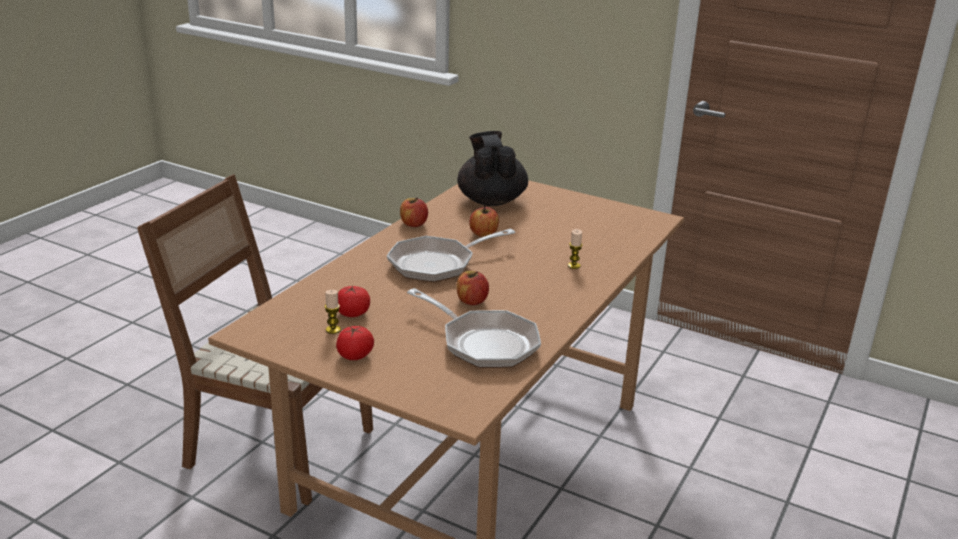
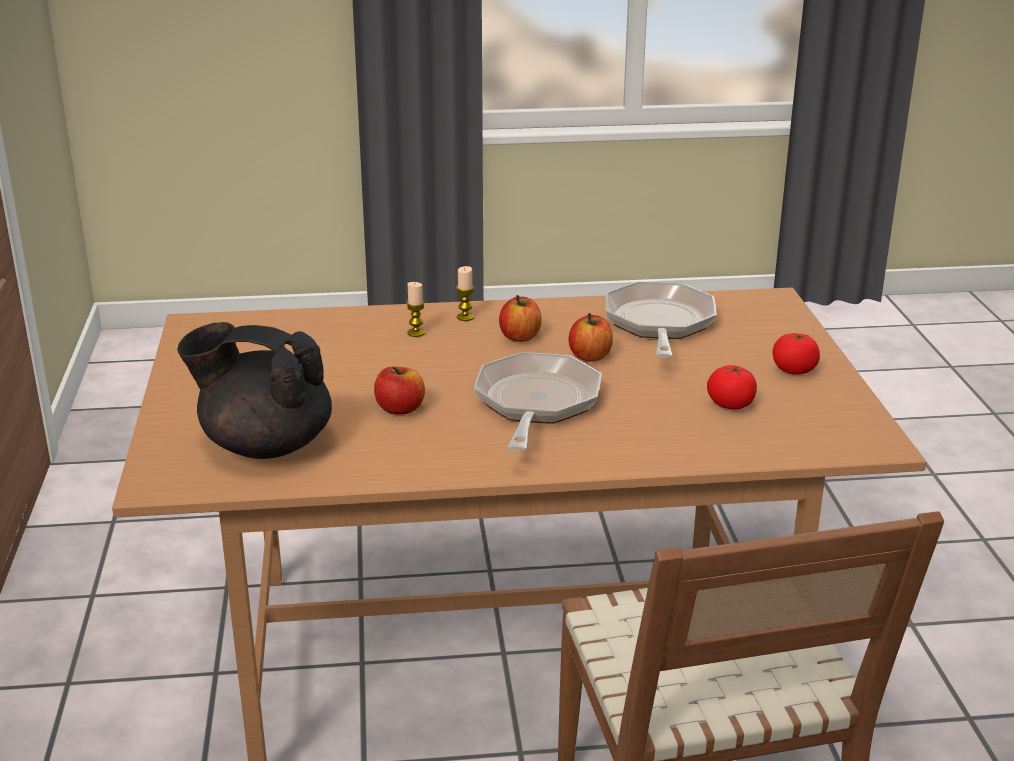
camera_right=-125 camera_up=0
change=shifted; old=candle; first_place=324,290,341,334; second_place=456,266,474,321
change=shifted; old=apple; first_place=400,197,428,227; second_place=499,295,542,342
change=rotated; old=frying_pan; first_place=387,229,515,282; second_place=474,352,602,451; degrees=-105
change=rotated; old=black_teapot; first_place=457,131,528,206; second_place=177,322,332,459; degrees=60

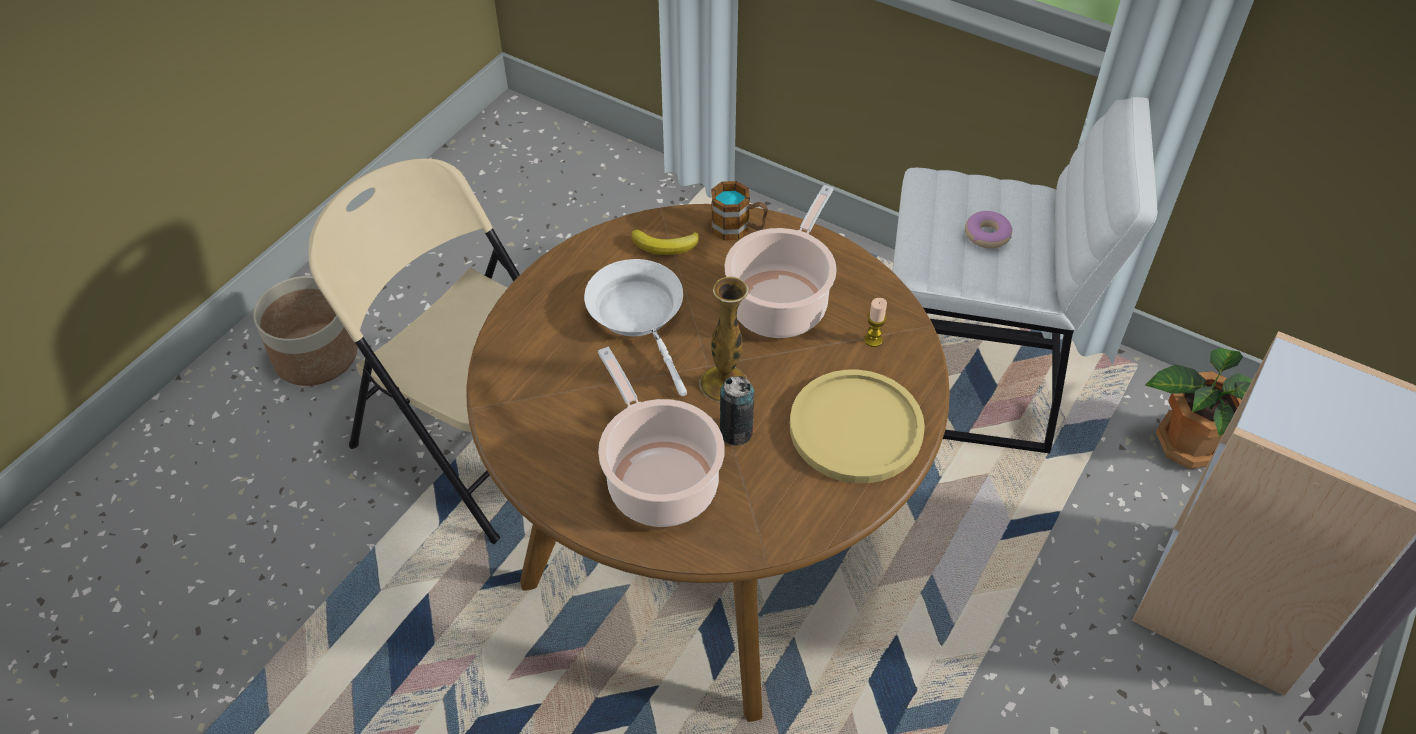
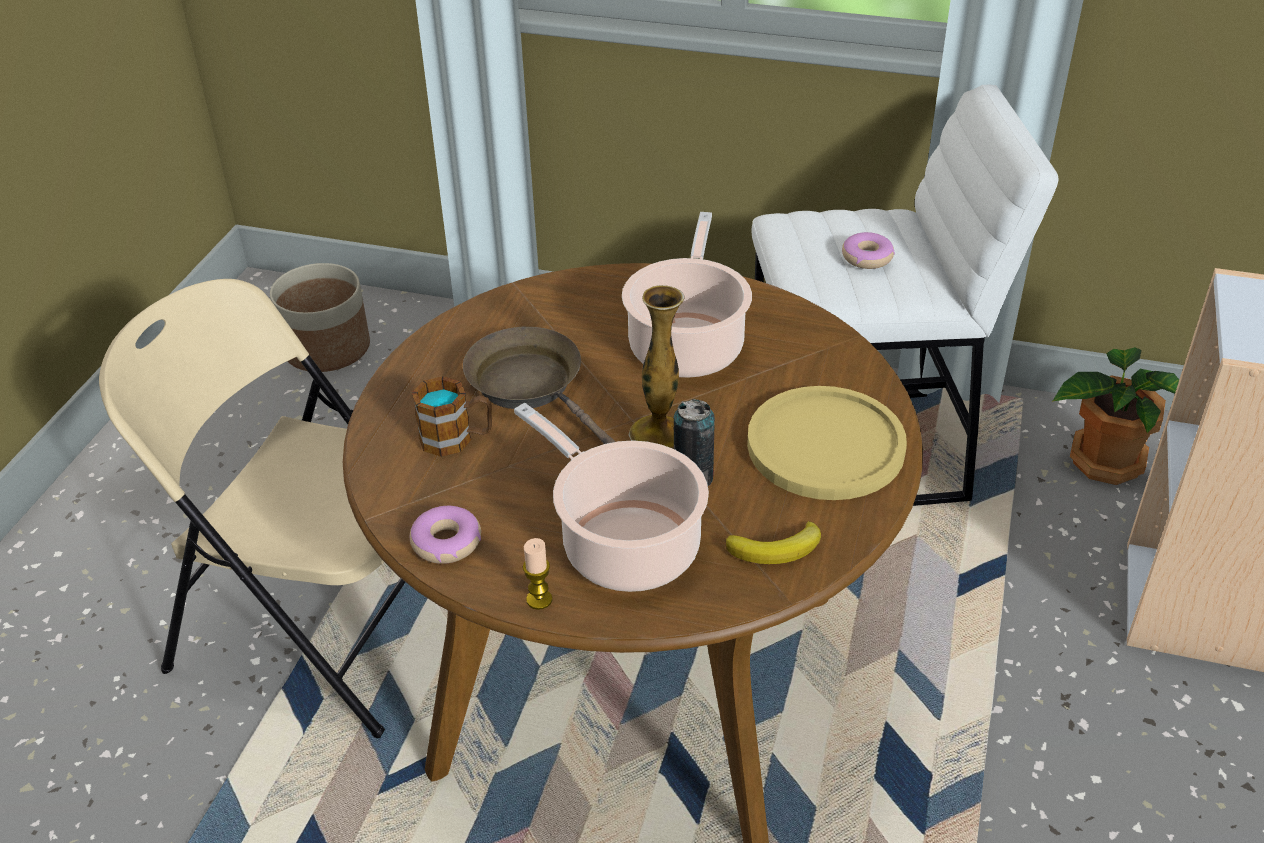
camera_right=-15 camera_up=-10
change=new; new=donut; second_place=410,506,481,564
change=shifted; old=planter; first_place=253,276,357,386; second_place=270,263,370,372
change=shifted; old=banana; first_place=631,230,699,255; second_place=726,521,821,564
change=shifted; old=mug; first_place=711,181,768,240; second_place=412,376,492,457
change=shifted; old=candle; first_place=864,298,887,347; second_place=523,538,552,610
change=repainted; old=white_frying_pan; new=brown_frying_pan; first_place=584,259,687,396; second_place=463,327,615,444

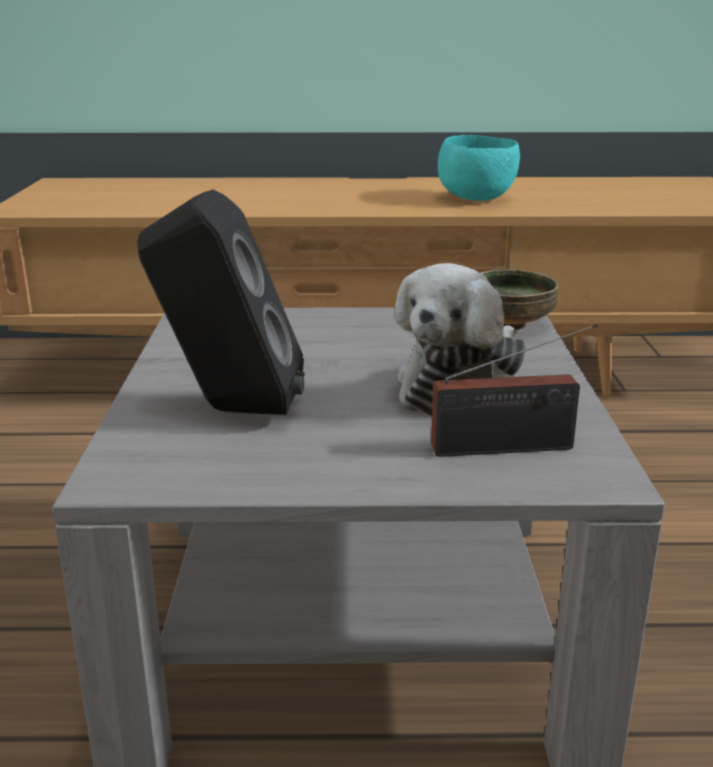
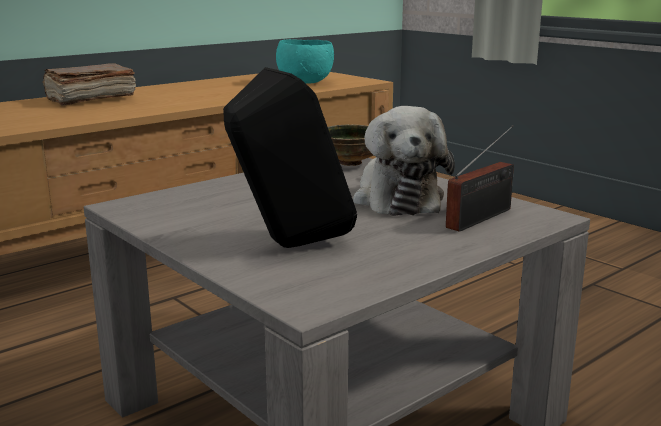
camera_right=-40 camera_up=-5
change=new; new=brown_book; second_place=42,63,136,106
change=shifted; old=turquoise_bowl; first_place=438,135,520,201; second_place=276,39,334,84

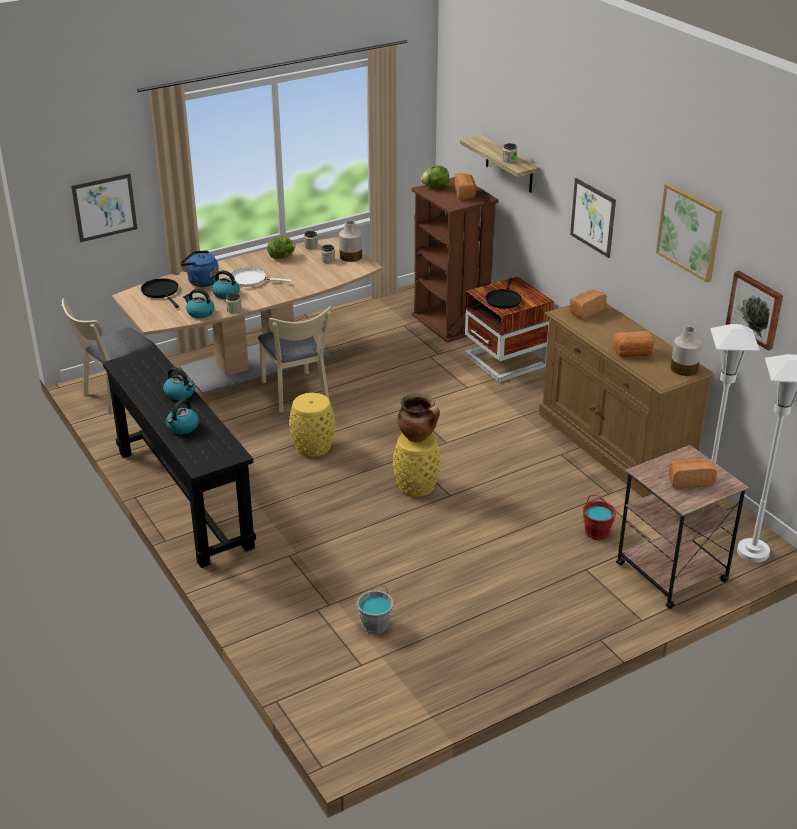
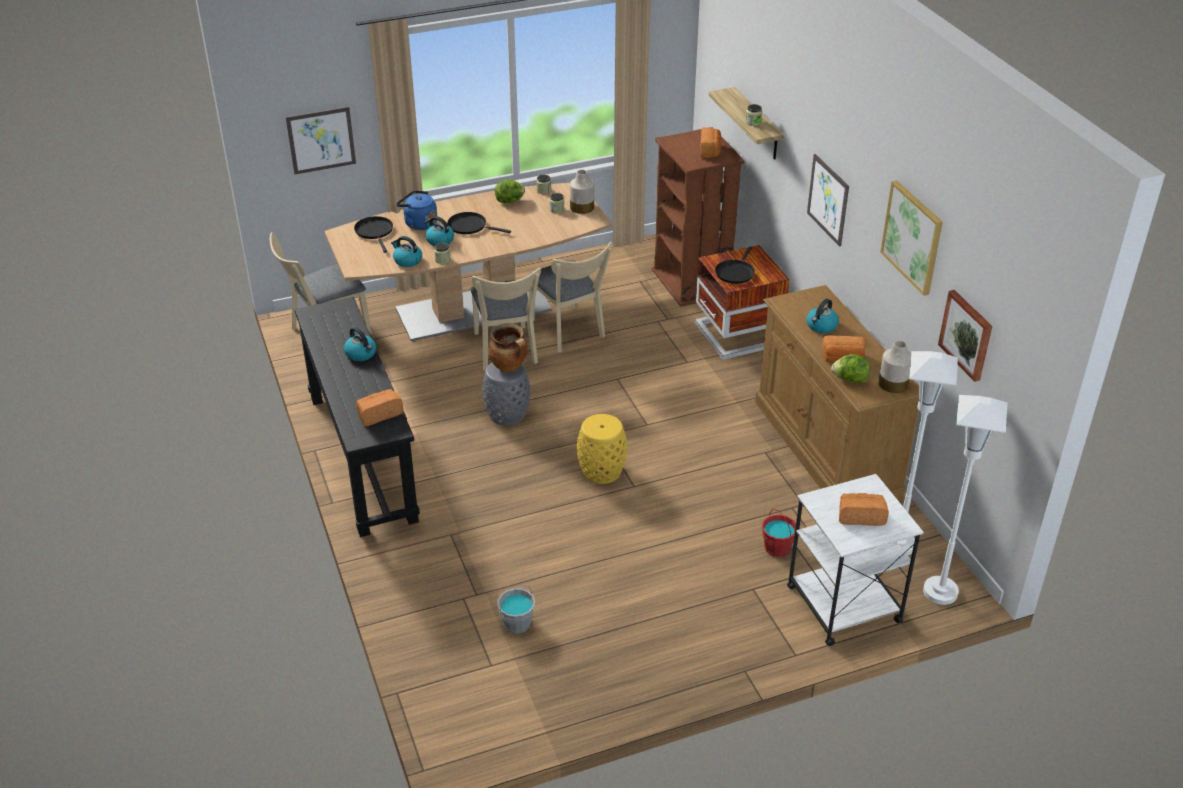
camera_right=10 camera_up=5
change=new; new=beige_chair; second_place=527,241,612,352
change=shifted; old=kettle; first_place=166,399,199,434; second_place=806,299,839,333
change=shifted; old=cooking_pot; first_place=397,393,440,442; second_place=488,323,528,372
change=shifted; old=lettuce; first_place=421,166,449,188; second_place=831,354,870,383
change=shifted; old=bread; first_place=569,290,607,319; second_place=356,389,403,426
change=repainted; old=white_frying_pan; new=black_frying_pan; first_place=229,268,292,287; second_place=447,212,511,234
change=repainted; old=yellow_stool; new=grey_stool; first_place=289,393,335,457; second_place=482,363,530,426
change=repainted; old=brown_cart; new=white_cart; first_place=616,445,748,609; second_place=787,474,923,646

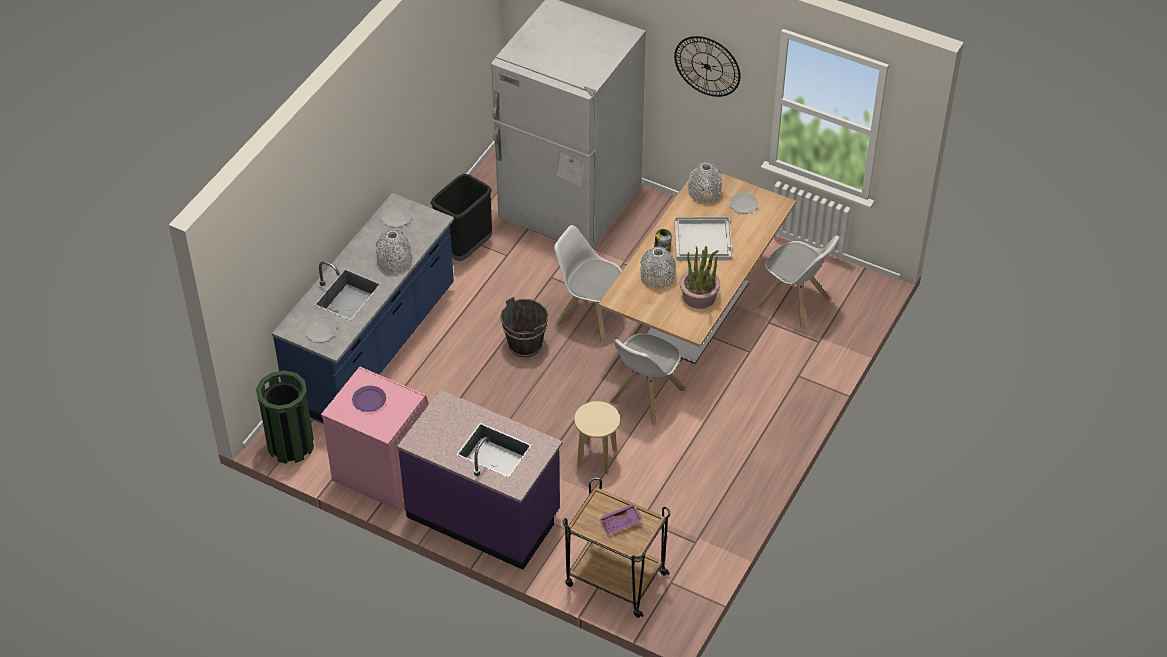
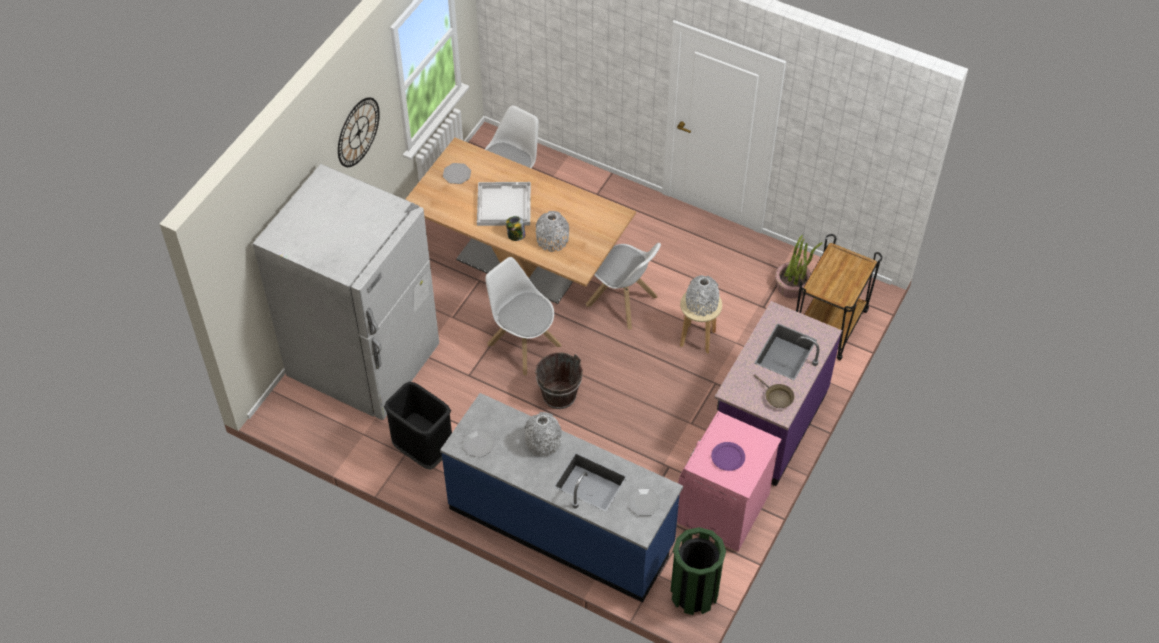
camera_right=-90 camera_up=5
change=gone; old=purple_tray; first_place=599,503,643,535
change=new; new=brown_frying_pan; second_place=754,374,794,408
change=shifted; old=potted_plant; first_place=680,246,720,309; second_place=775,235,823,298
change=shifted; old=grey_vase; first_place=688,162,722,204; second_place=686,275,719,316
change=rotated; old=chair; first_place=554,225,622,345; second_place=485,257,561,375; degrees=105

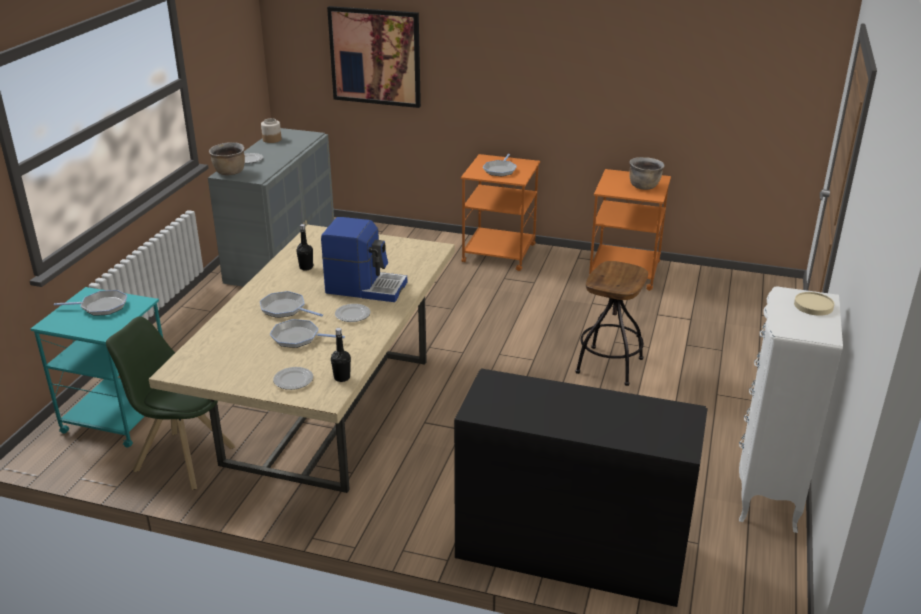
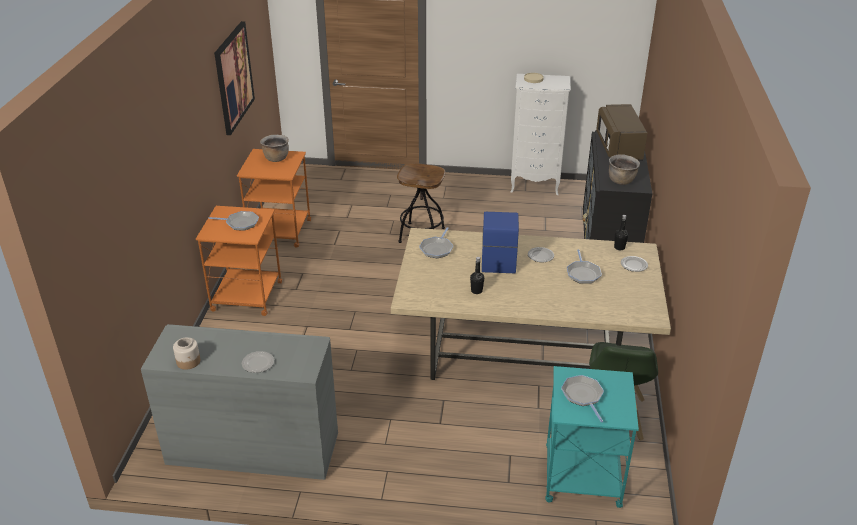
camera_right=-100 camera_up=5
change=new; new=brown_microwave; second_place=596,104,647,161
change=shifted; old=brown_cooking_pot; first_place=209,142,245,175; second_place=609,154,640,185
change=shifted; old=frying_pan; first_place=260,291,323,318; second_place=419,227,454,258
change=shifted; old=picture; first_place=327,6,421,108; second_place=214,21,255,135

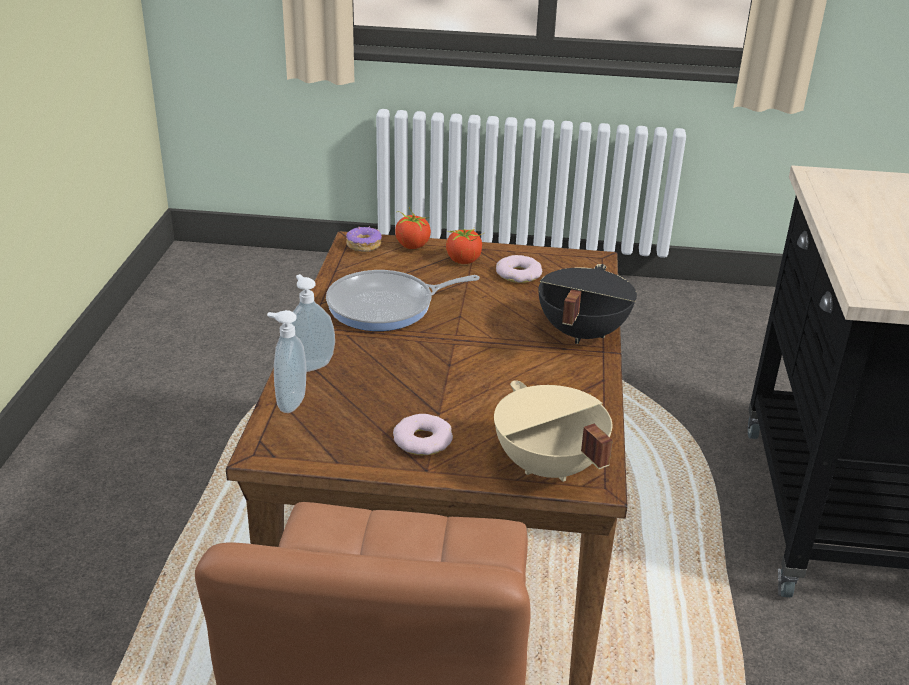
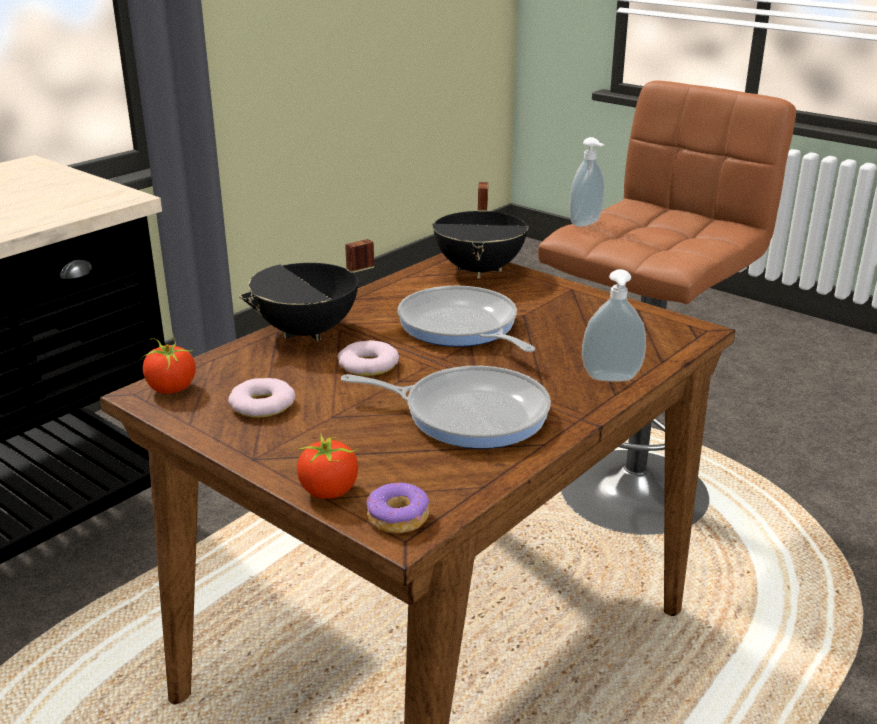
camera_right=-145 camera_up=-5
change=new; new=frying_pan; second_place=397,286,535,352
change=shifted; old=soap_dispenser; first_place=267,310,306,413; second_place=569,137,605,227
change=shifted; old=donut; first_place=393,414,453,455; second_place=338,340,399,376
change=shifted; old=tomato; first_place=446,228,485,264; second_place=142,333,196,394
change=repainted; old=beige_cooking_pot; new=black_cooking_pot; first_place=494,381,613,482; second_place=432,182,529,278

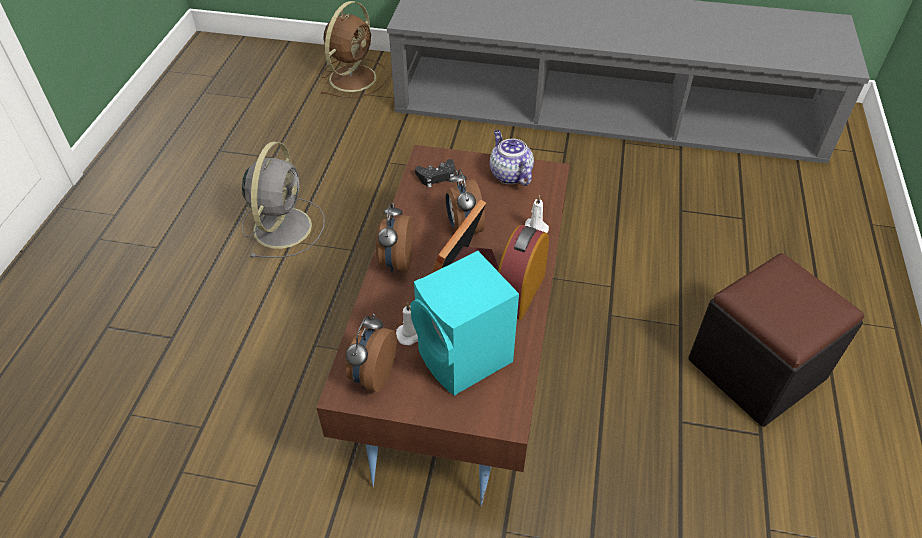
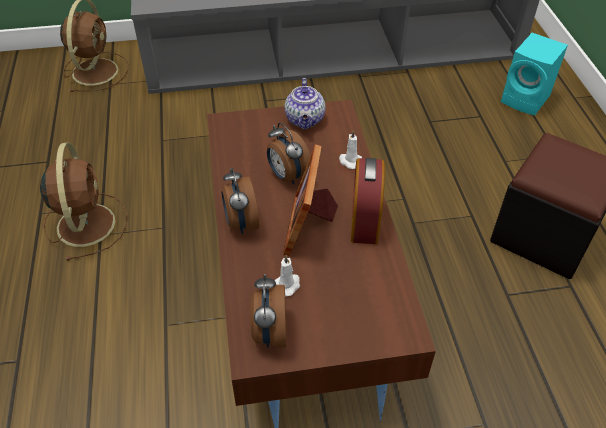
camera_right=-20 camera_up=0
change=gone; old=black_game_controller; first_place=415,159,455,188
change=shifted; old=turquoise_speaker; first_place=410,251,519,396; second_place=501,33,568,115
change=repainted; old=grey_fan; new=brown_fan; first_place=242,142,325,258; second_place=40,142,127,261
change=rotated; old=teapot; first_place=490,130,534,186; second_place=285,78,326,129; degrees=-135

